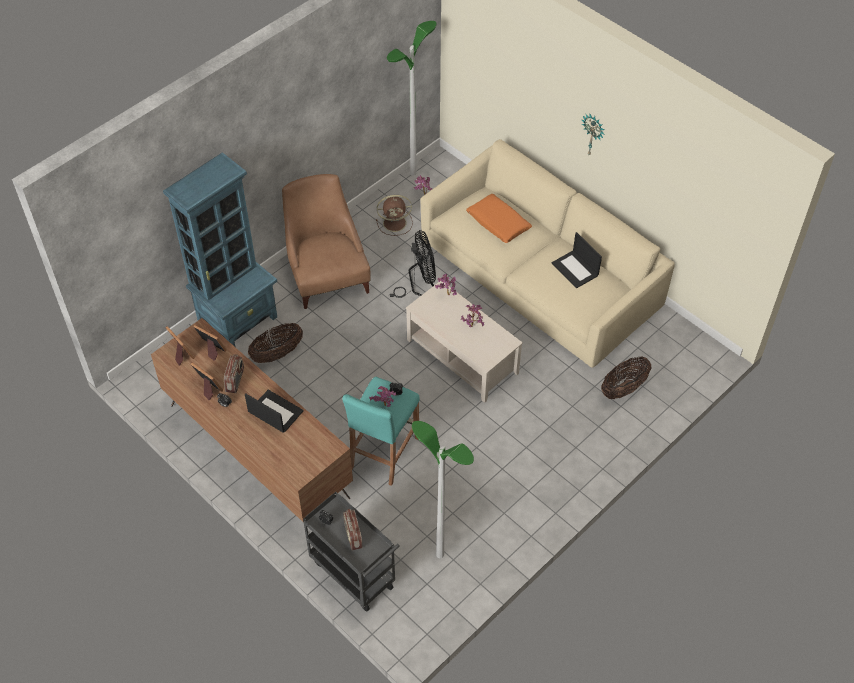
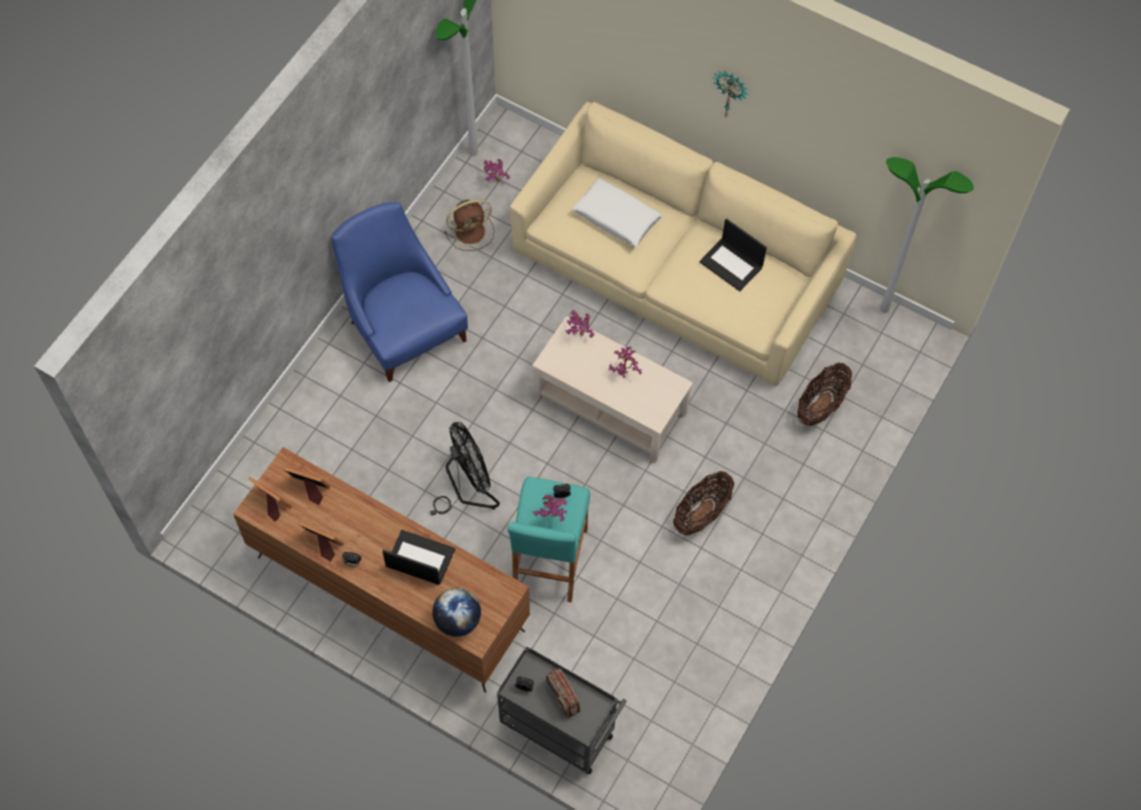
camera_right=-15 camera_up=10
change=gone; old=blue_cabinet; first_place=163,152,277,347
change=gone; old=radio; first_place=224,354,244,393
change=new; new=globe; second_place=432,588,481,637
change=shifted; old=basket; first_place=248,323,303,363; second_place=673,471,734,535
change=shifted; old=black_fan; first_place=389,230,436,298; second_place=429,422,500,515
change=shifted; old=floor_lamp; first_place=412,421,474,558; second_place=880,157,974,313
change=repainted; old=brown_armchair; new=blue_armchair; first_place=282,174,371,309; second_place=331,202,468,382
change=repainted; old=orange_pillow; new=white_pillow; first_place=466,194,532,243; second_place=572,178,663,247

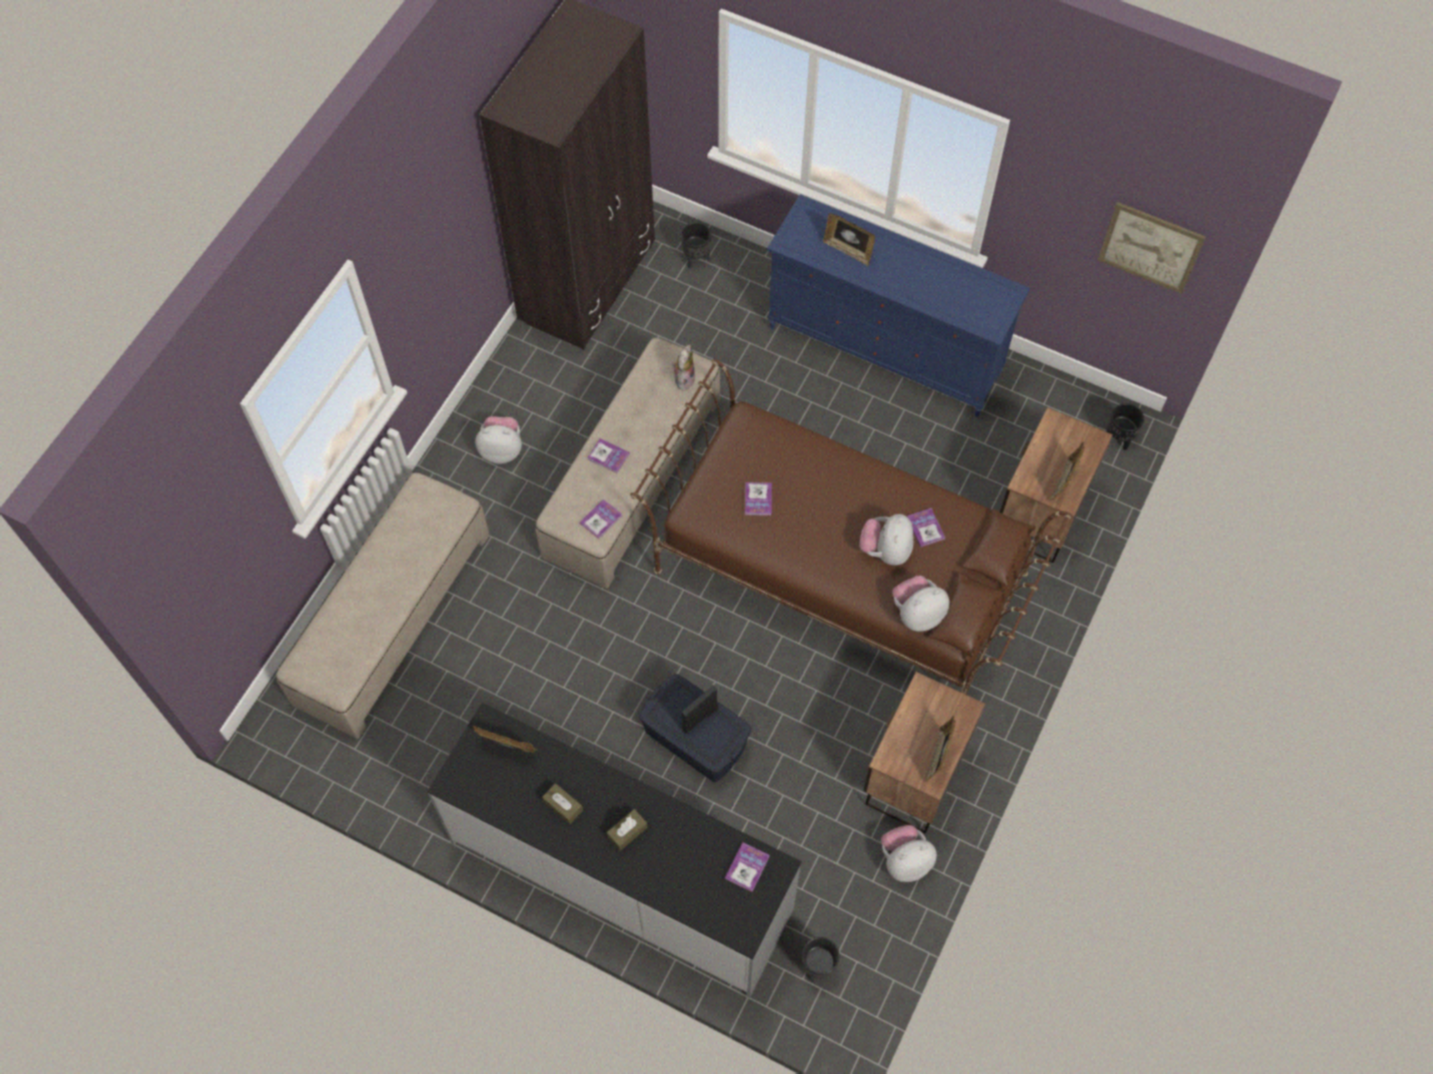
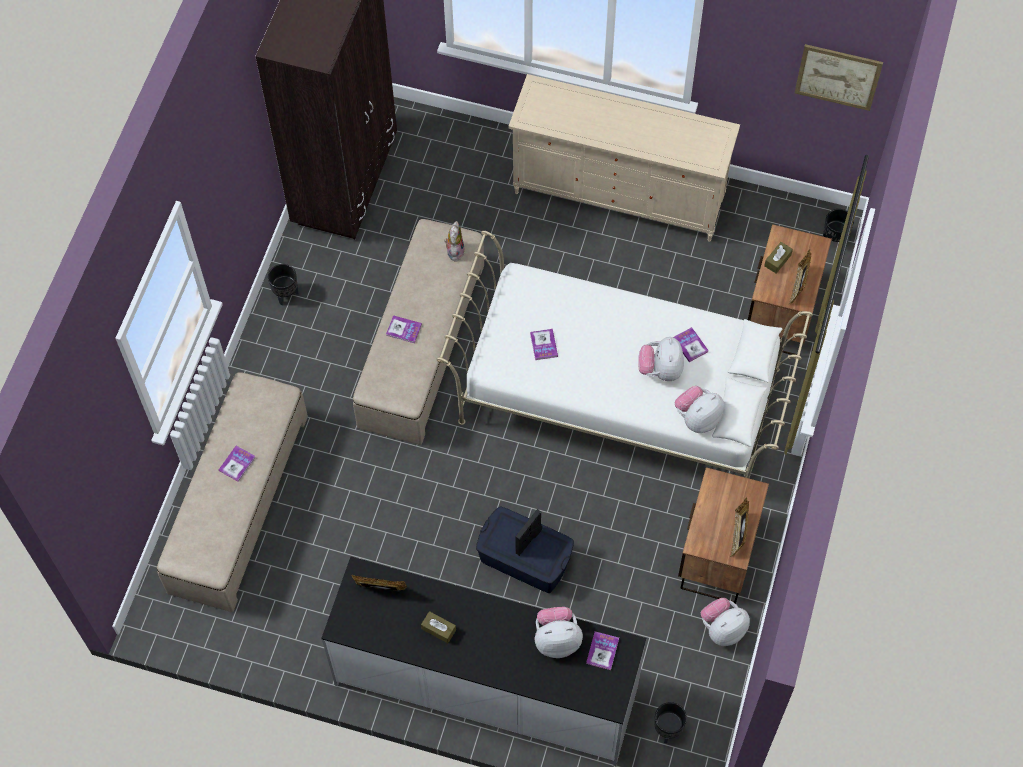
camera_right=-10 camera_up=0
change=gone; old=picture_frame; first_place=823,213,875,266
change=shifted; old=plush_toy; first_place=475,416,522,464; second_place=535,607,583,658
change=shifted; old=book; first_place=580,499,622,539; second_place=219,446,255,482
change=shifted; old=brown_tissue_box; first_place=607,809,648,851; second_place=764,242,793,274
change=shifted; old=black_planter; first_place=681,222,711,269; second_place=268,264,299,305
change=repainted; old=brown_bed; new=white_bed; first_place=630,359,1073,694; second_place=437,231,813,479
change=repainted; old=blue_dresser; new=beige_dresser; first_place=767,194,1030,417; second_place=508,74,740,242

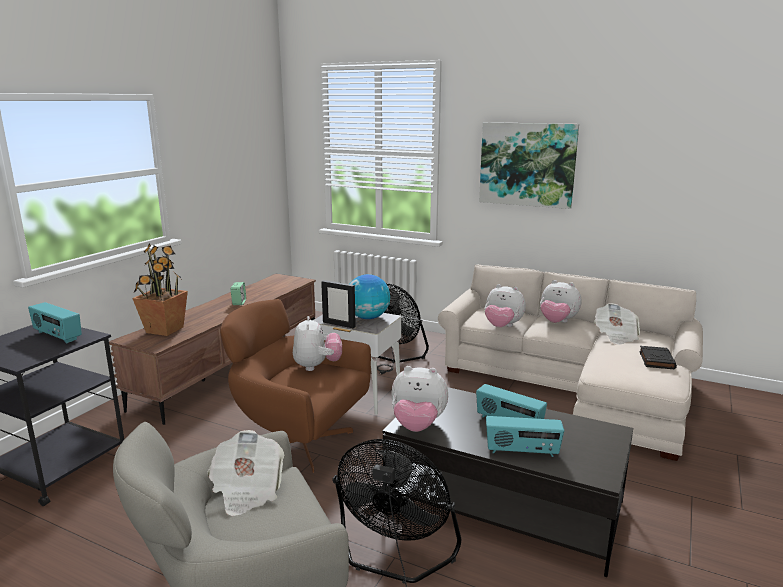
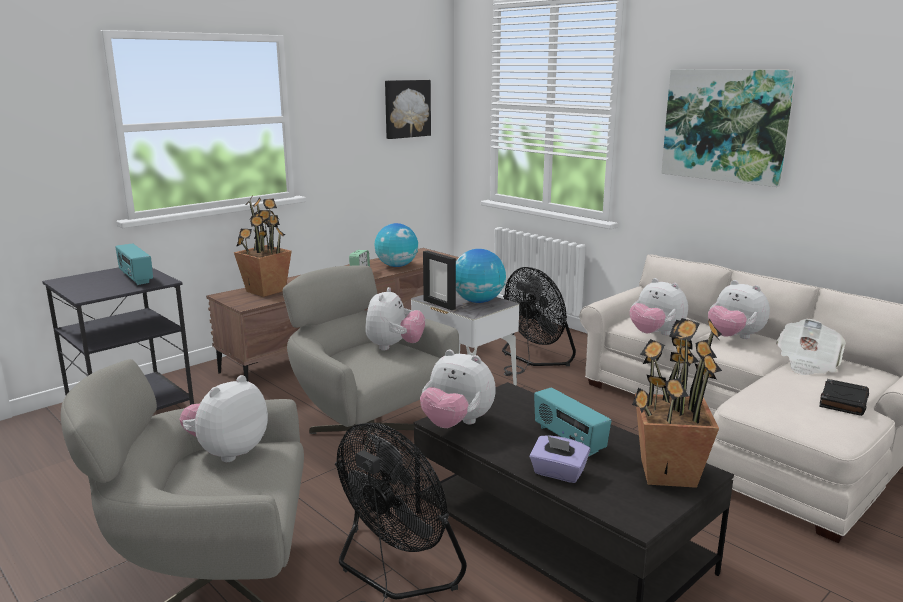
camera_right=20 camera_up=0
change=new; new=globe; second_place=375,223,418,267
change=new; new=picture; second_place=385,80,431,139
change=new; new=potted_plant; second_place=632,318,722,488
change=swapped; old=newspaper; new=plush_toy; first_place=208,430,284,516; second_place=179,375,268,462
change=swapped; old=radio; new=purple_tissue_box; first_place=486,416,564,457; second_place=530,435,590,483
change=repainted; old=brown_armchair; new=grey_armchair; first_place=220,299,371,473; second_place=283,266,459,451

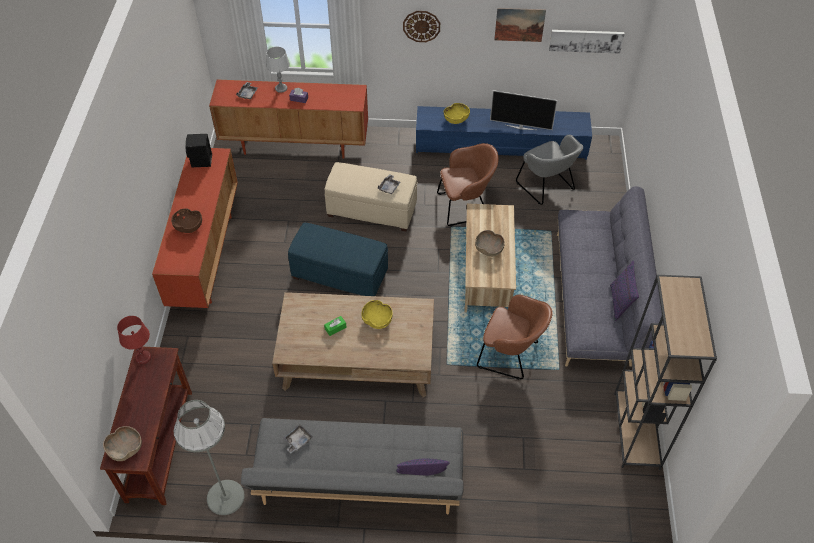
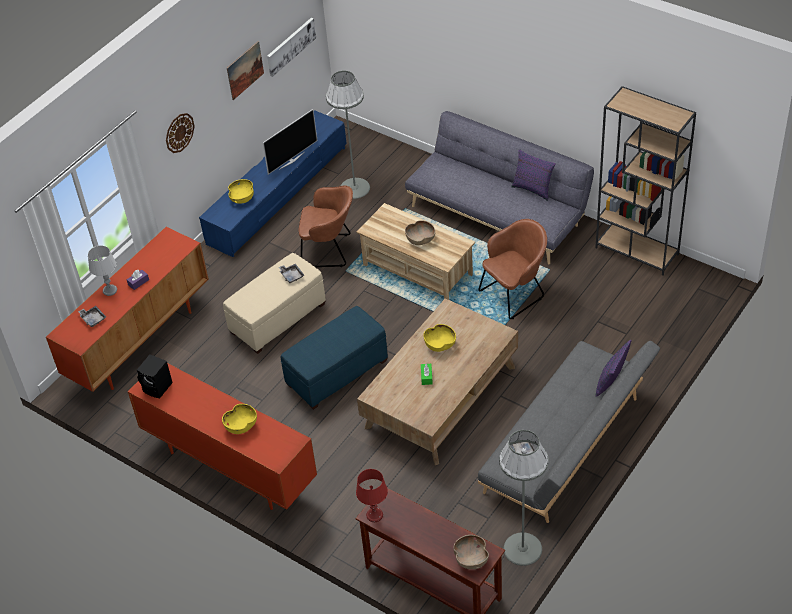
camera_right=-55 camera_up=-5
change=swapped; old=grey_armchair; new=grey_floor_lamp; first_place=516,135,583,205; second_place=326,71,370,199
change=repainted; old=brown_bowl; new=yellow_bowl; first_place=171,208,202,233; second_place=222,404,257,434
change=rotated; old=brown_armchair; first_place=437,143,499,227; second_place=299,185,353,267; degrees=75

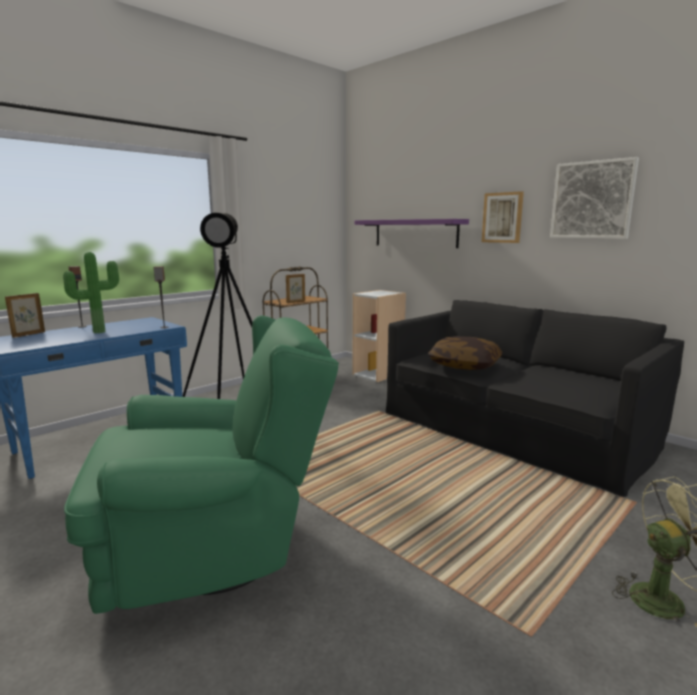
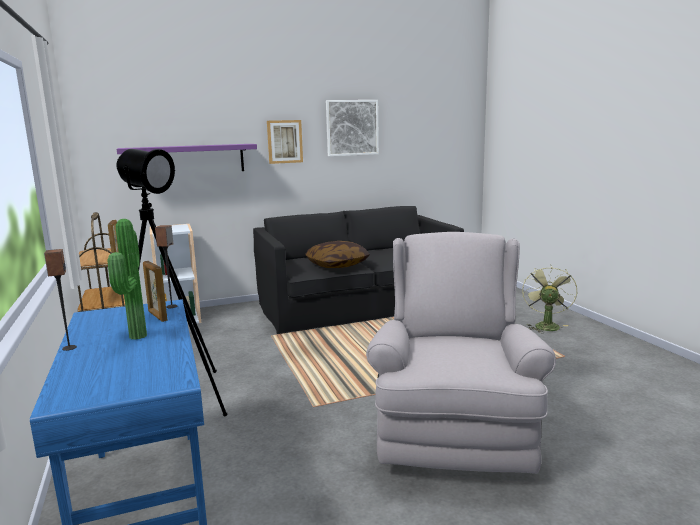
camera_right=-65 camera_up=0
change=shifted; old=picture_frame; first_place=5,293,45,338; second_place=143,261,168,322
change=repainted; old=green_armchair; new=grey_armchair; first_place=64,315,339,614; second_place=366,232,556,474

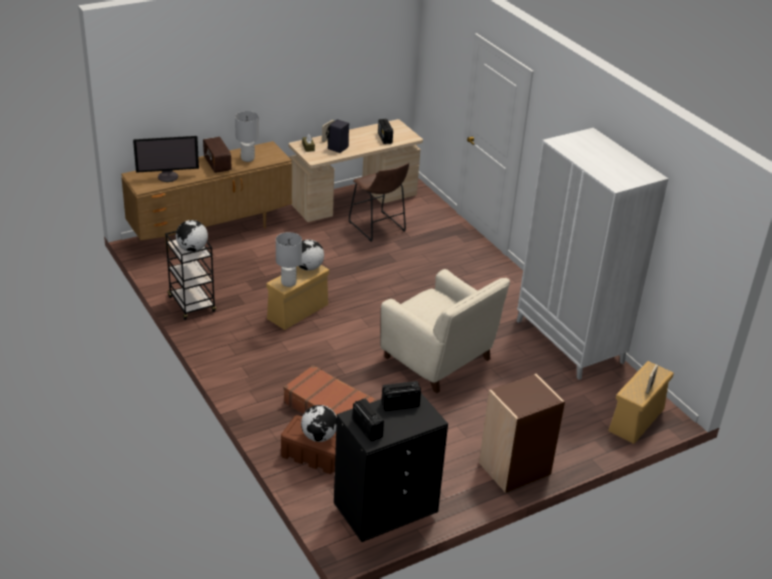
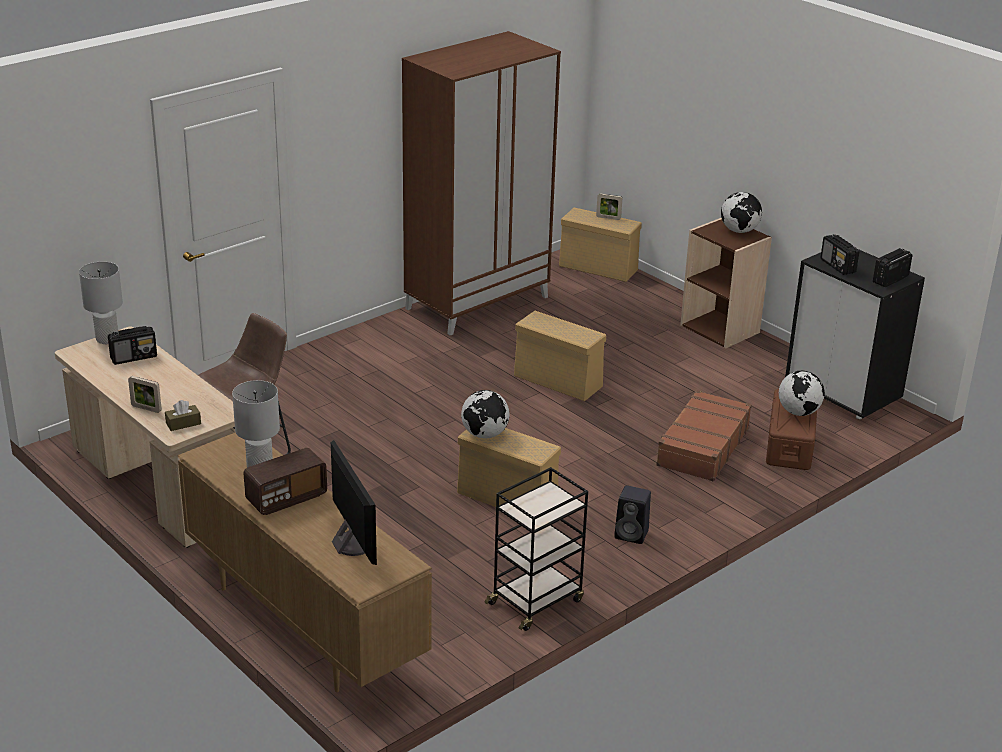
camera_right=-100 camera_up=-5
change=shifted; old=globe; first_place=176,220,208,252; second_place=721,192,762,233
change=shifted; old=grey_table_lamp; first_place=276,232,302,287; second_place=79,262,123,344
change=shifted; old=black_speaker; first_place=328,119,349,153; second_place=614,485,651,544
change=swapped; old=beige_armchair; new=beige_storage_box; first_place=380,269,510,393; second_place=514,311,606,401
change=repainted; old=white_wardrobe; new=brown_wardrobe; first_place=517,128,668,380; second_place=402,31,561,336

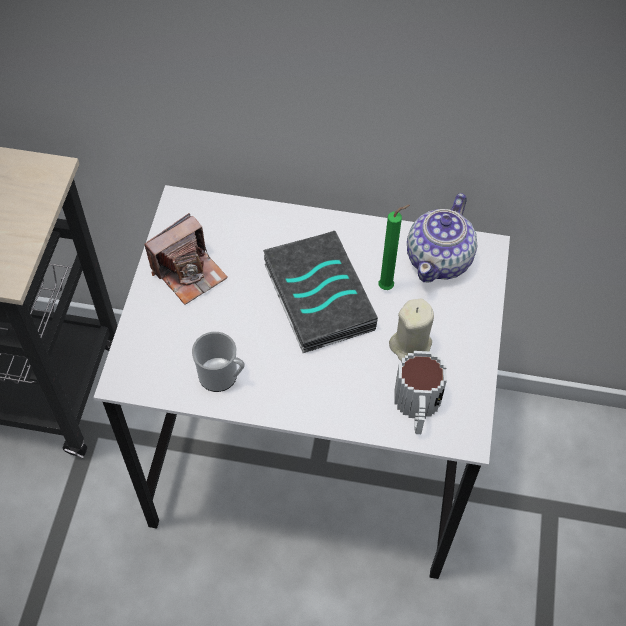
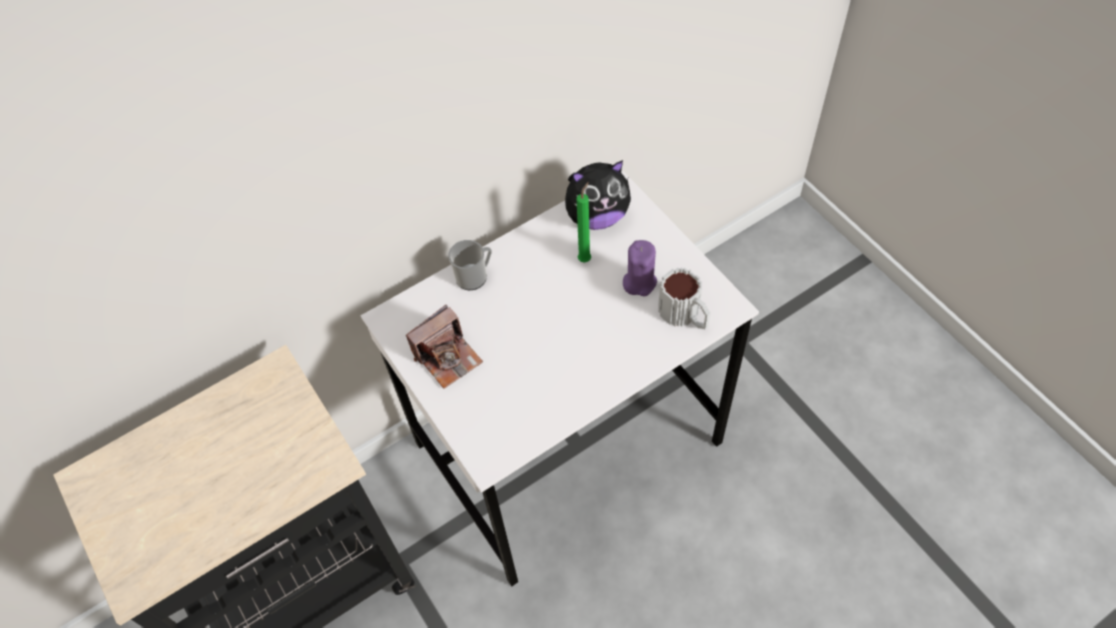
camera_right=-40 camera_up=0
change=gone; old=book; first_place=263,231,378,353
change=shifted; old=mug; first_place=192,332,245,392; second_place=448,240,492,290
change=swapped; old=teapot; new=plush_toy; first_place=407,193,477,282; second_place=565,160,631,230
change=repainted; old=beige_candle; new=purple_candle; first_place=389,298,434,361; second_place=623,240,657,296
change=rotated; old=photo_camera; first_place=145,213,228,305; second_place=406,305,483,389; degrees=45

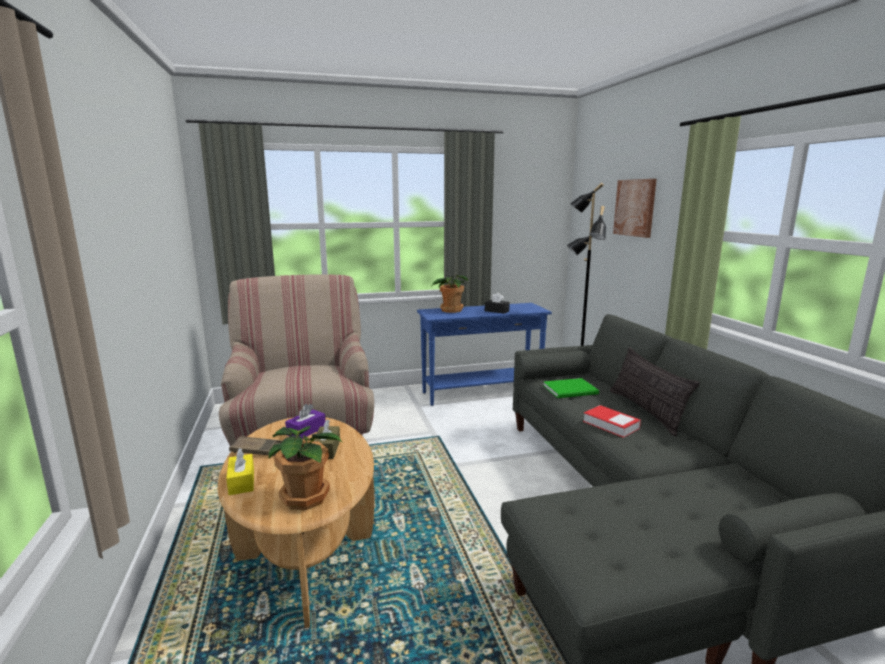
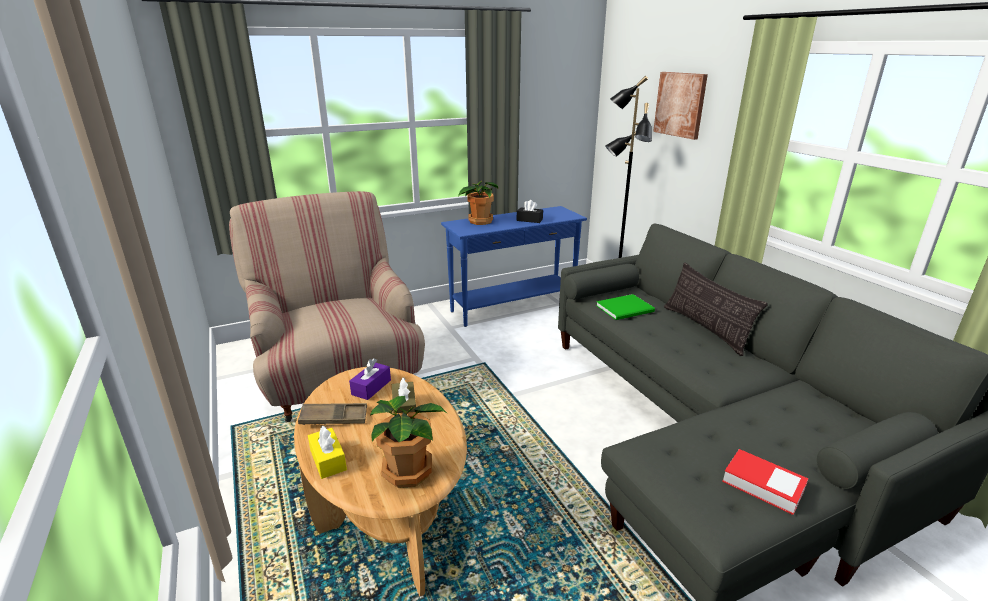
camera_right=-10 camera_up=10
change=shifted; old=book; first_place=583,405,641,438; second_place=722,449,808,515

